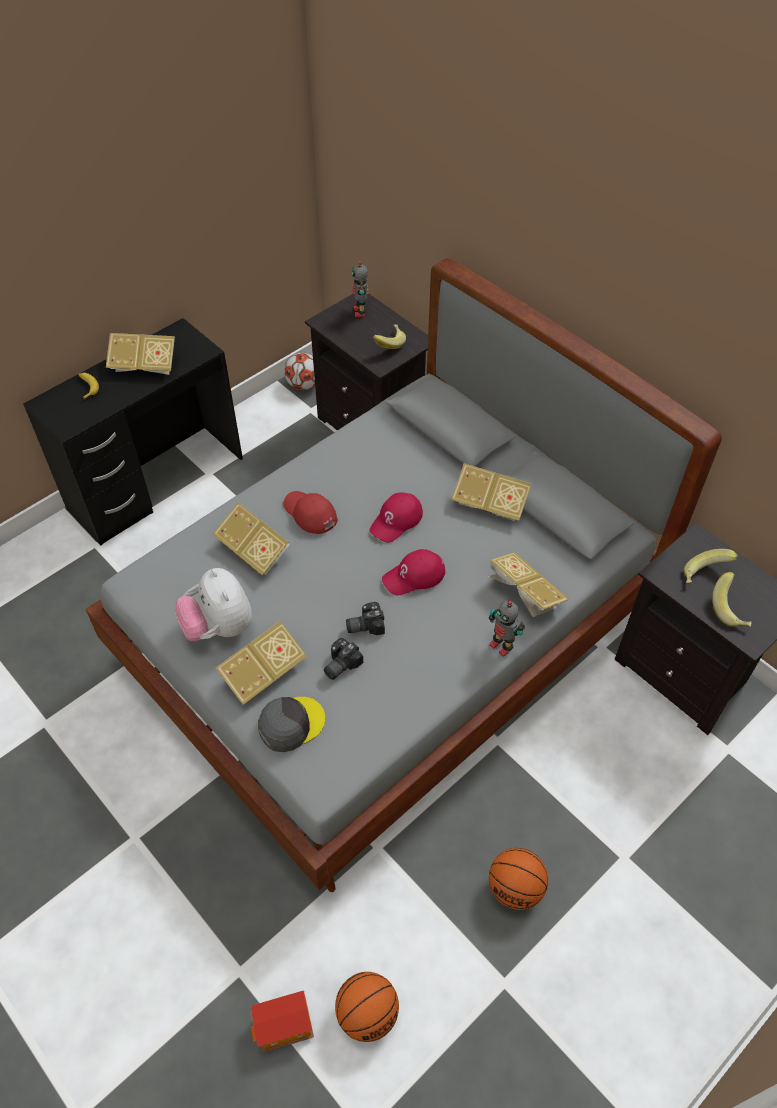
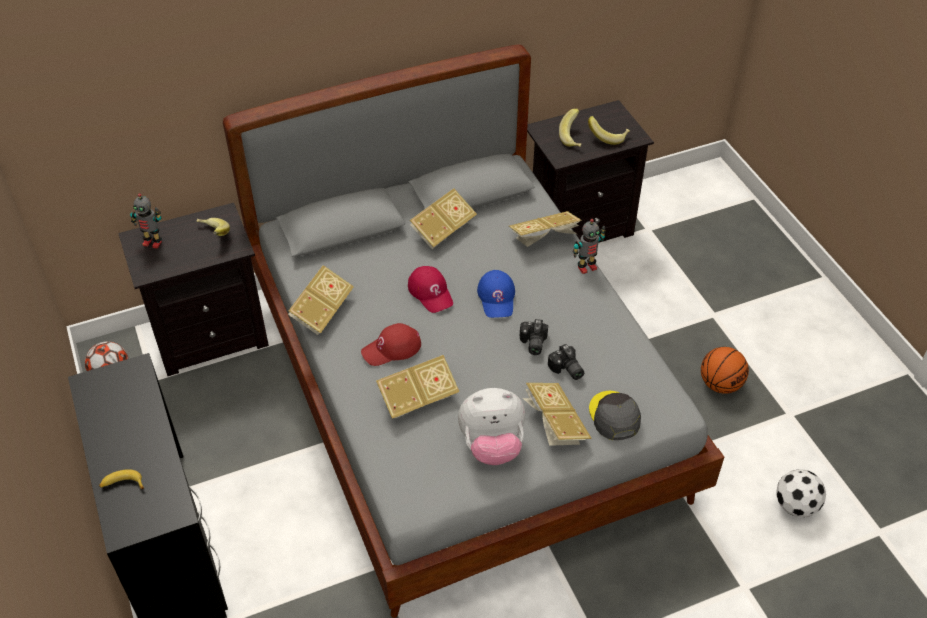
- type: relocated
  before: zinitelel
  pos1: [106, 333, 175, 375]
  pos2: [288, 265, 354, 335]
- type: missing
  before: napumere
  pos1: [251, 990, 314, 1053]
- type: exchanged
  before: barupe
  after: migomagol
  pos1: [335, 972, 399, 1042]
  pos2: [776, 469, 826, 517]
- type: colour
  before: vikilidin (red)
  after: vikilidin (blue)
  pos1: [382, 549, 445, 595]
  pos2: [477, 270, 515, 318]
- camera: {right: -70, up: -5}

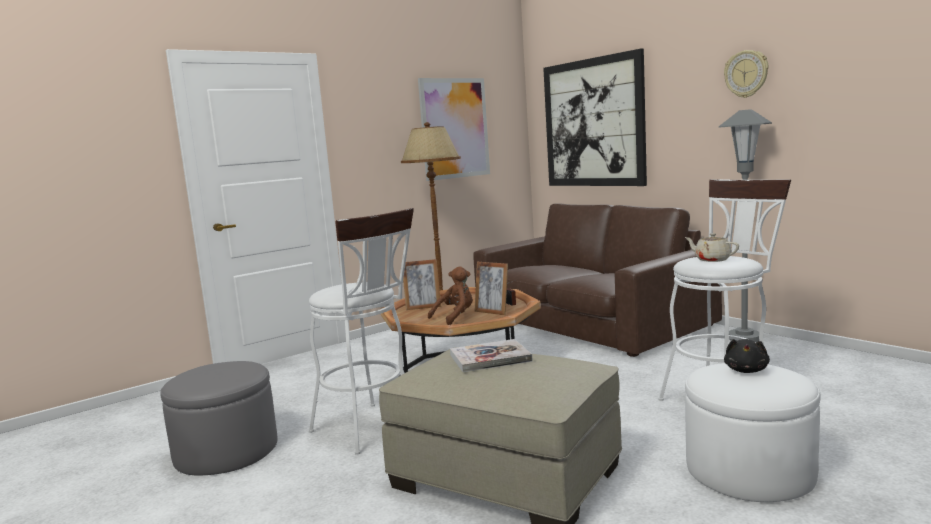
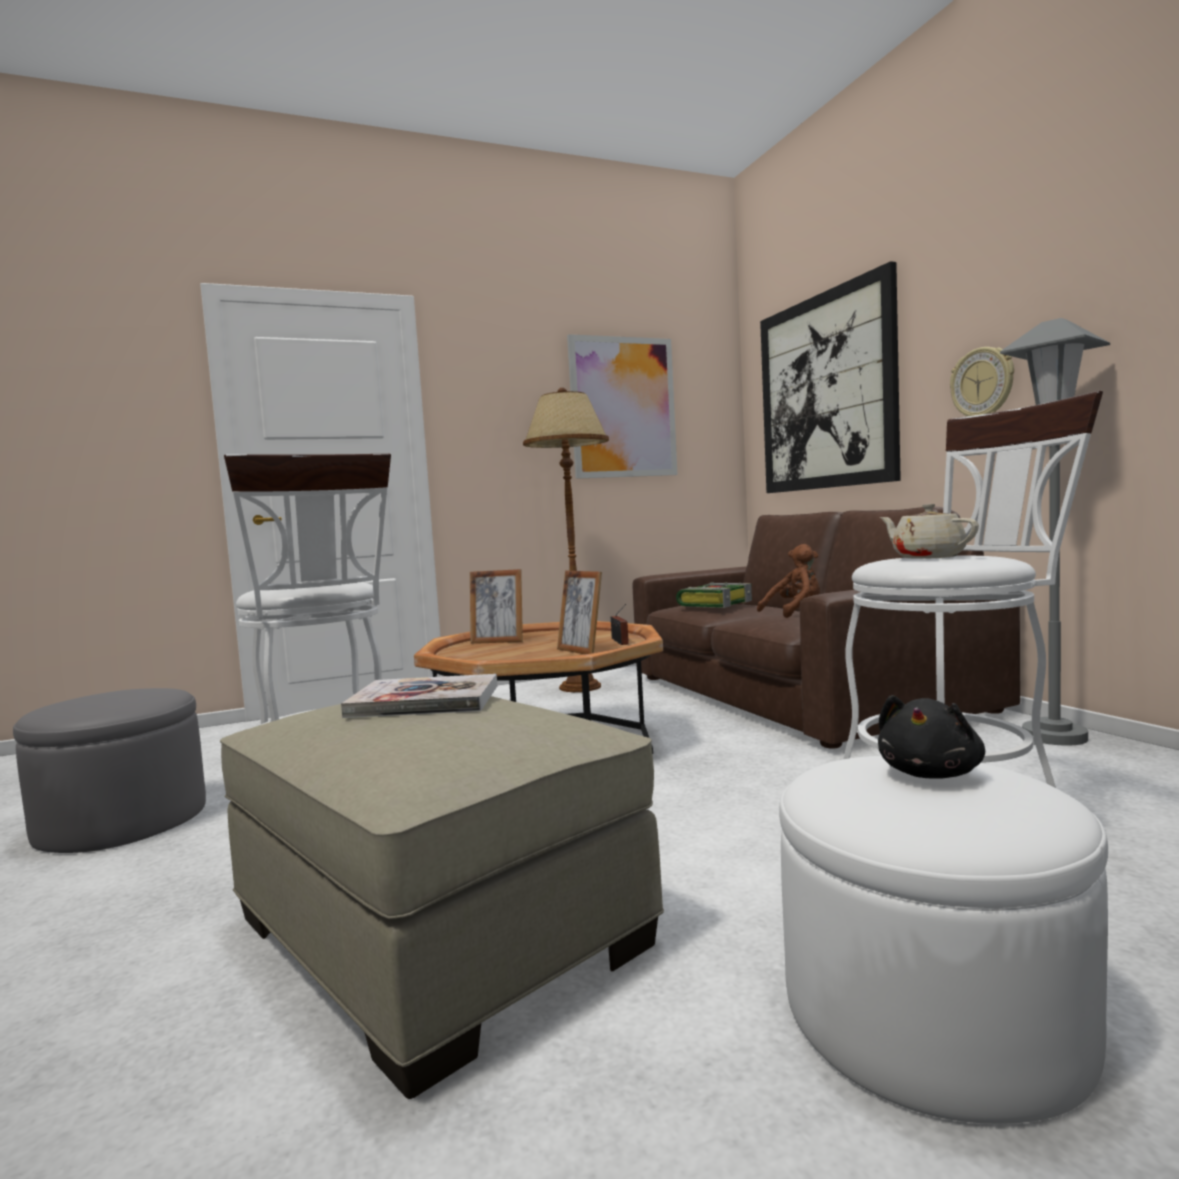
- type: relocated
  before: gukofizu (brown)
  pos1: [428, 266, 473, 325]
  pos2: [757, 544, 820, 618]
- type: relocated
  before: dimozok
  pos1: [724, 50, 769, 98]
  pos2: [950, 347, 1014, 417]
- type: appeared
  after: zinitelel
  pos2: [676, 582, 752, 608]
- camera: {right: 15, up: -5}

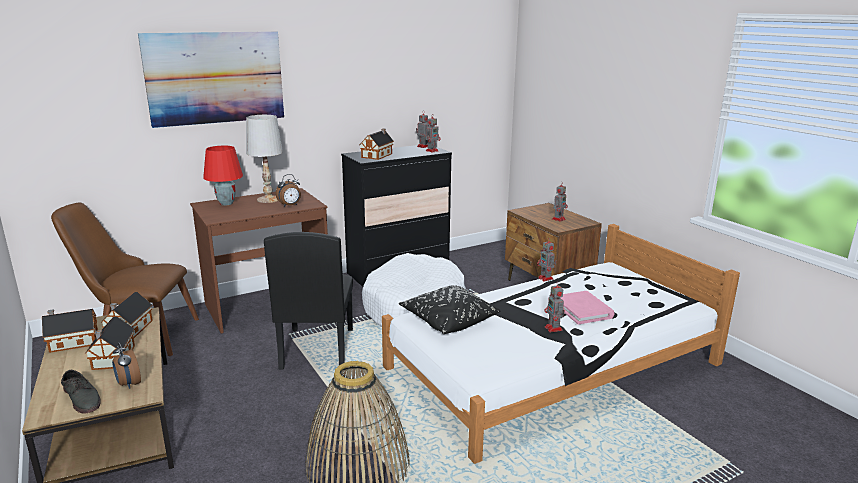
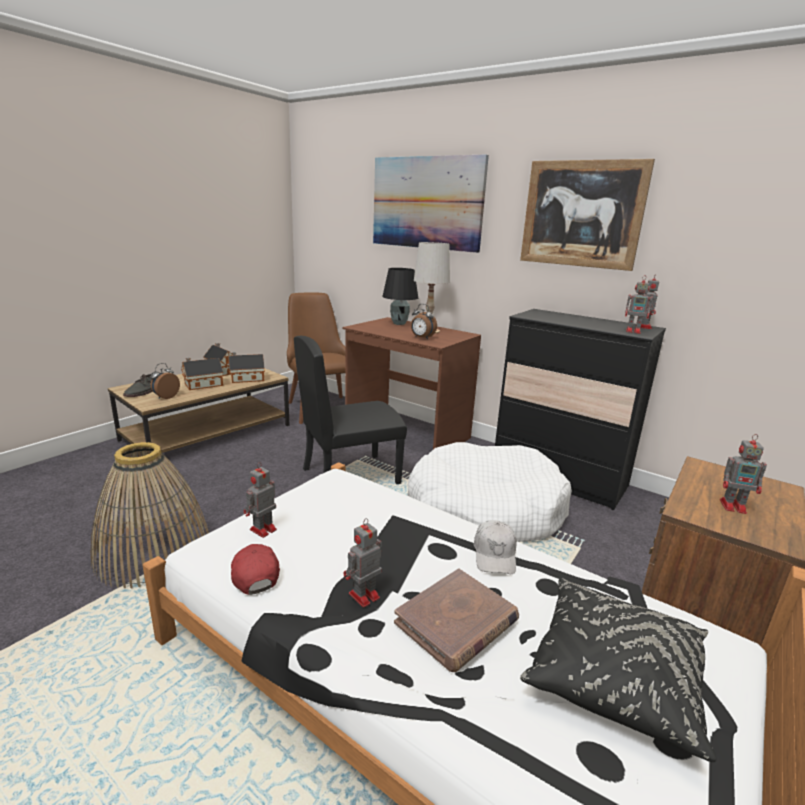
- type: colour
  before: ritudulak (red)
  after: ritudulak (black)
  pos1: [203, 146, 243, 206]
  pos2: [382, 268, 418, 325]
- type: missing
  before: napumere
  pos1: [359, 128, 394, 160]
- type: relocated
  before: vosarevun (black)
  pos1: [399, 285, 500, 334]
  pos2: [520, 578, 717, 762]
- type: relocated
  before: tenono
  pos1: [537, 238, 556, 282]
  pos2: [244, 462, 277, 538]
- type: colour
  before: zinitelel (pink)
  after: zinitelel (brown)
  pos1: [561, 291, 615, 324]
  pos2: [394, 568, 519, 672]
- type: appeared
  after: vikilidin (red)
  pos2: [231, 544, 280, 595]
- type: appeared
  after: vikilidin (white)
  pos2: [473, 520, 517, 574]
- type: appeared
  after: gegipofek
  pos2: [520, 159, 655, 271]
- camera: {right: 65, up: 0}

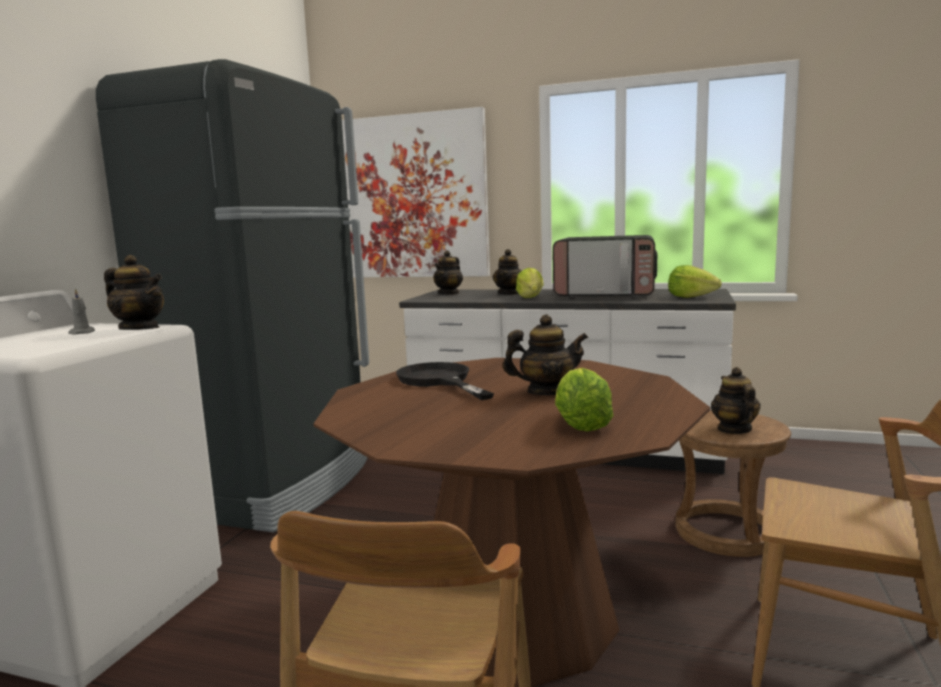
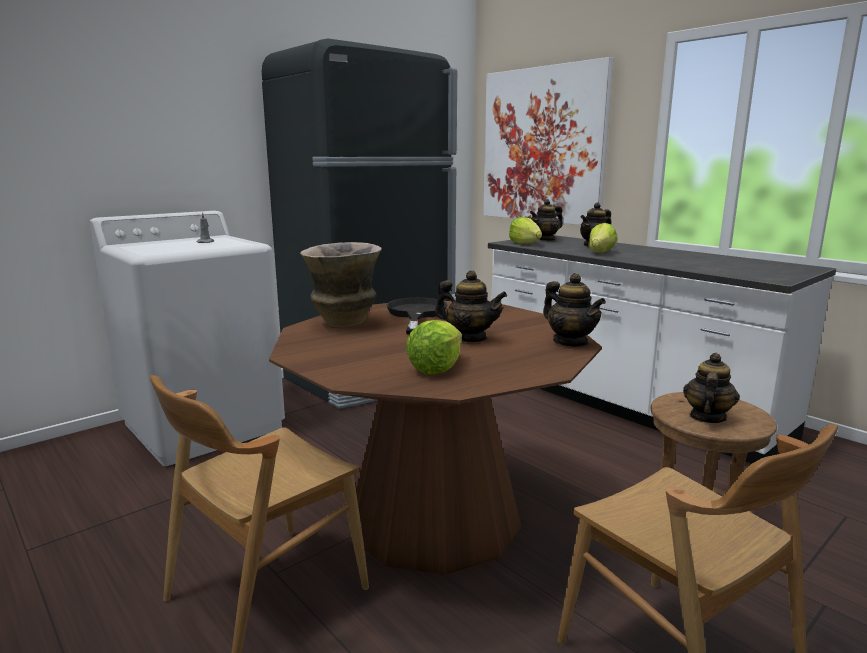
- type: relocated
  before: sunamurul
  pos1: [104, 255, 164, 330]
  pos2: [543, 273, 606, 347]
- type: missing
  before: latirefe
  pos1: [553, 235, 657, 297]
- type: relocated
  before: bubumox
  pos1: [668, 265, 722, 298]
  pos2: [509, 217, 542, 244]
- type: appeared
  after: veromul
  pos2: [300, 242, 382, 327]
- camera: {right: 30, up: 5}

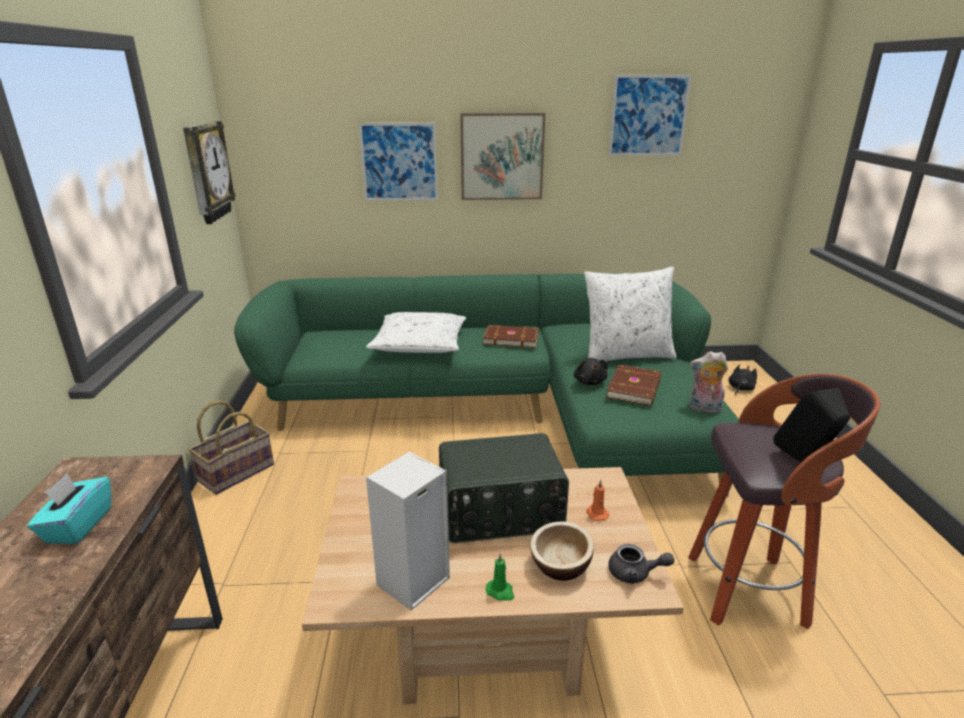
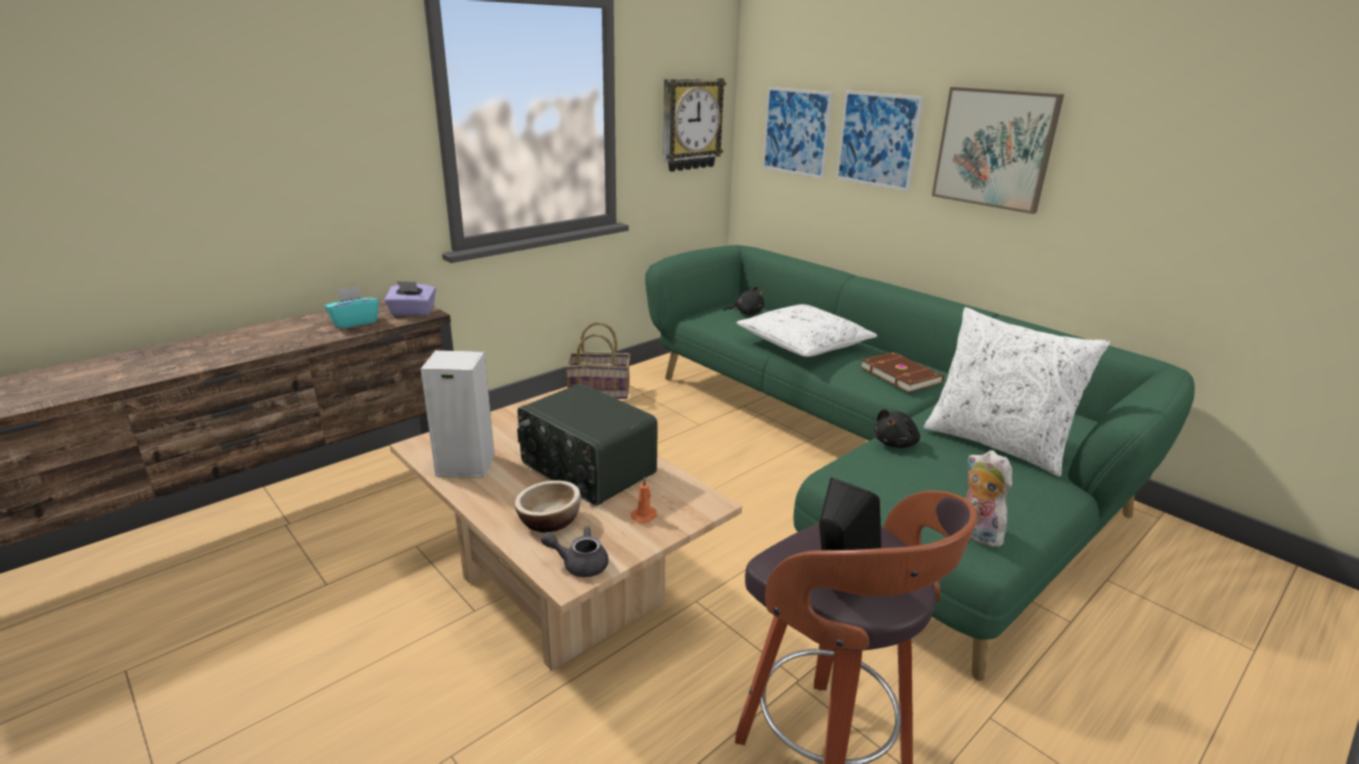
- type: missing
  before: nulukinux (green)
  pos1: [486, 553, 514, 601]
- type: missing
  before: zinitelel (brown)
  pos1: [606, 365, 661, 406]
- type: relocated
  before: gegipofek
  pos1: [608, 75, 692, 156]
  pos2: [762, 87, 833, 179]
- type: spun
  before: sunamurul (grey)
  pos1: [609, 544, 675, 584]
  pos2: [541, 525, 609, 577]
  turn: 120
- type: relocated
  before: gukofizu (black)
  pos1: [728, 364, 757, 395]
  pos2: [724, 287, 764, 315]
- type: appeared
  after: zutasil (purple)
  pos2: [384, 281, 436, 316]
- camera: {right: 50, up: 0}

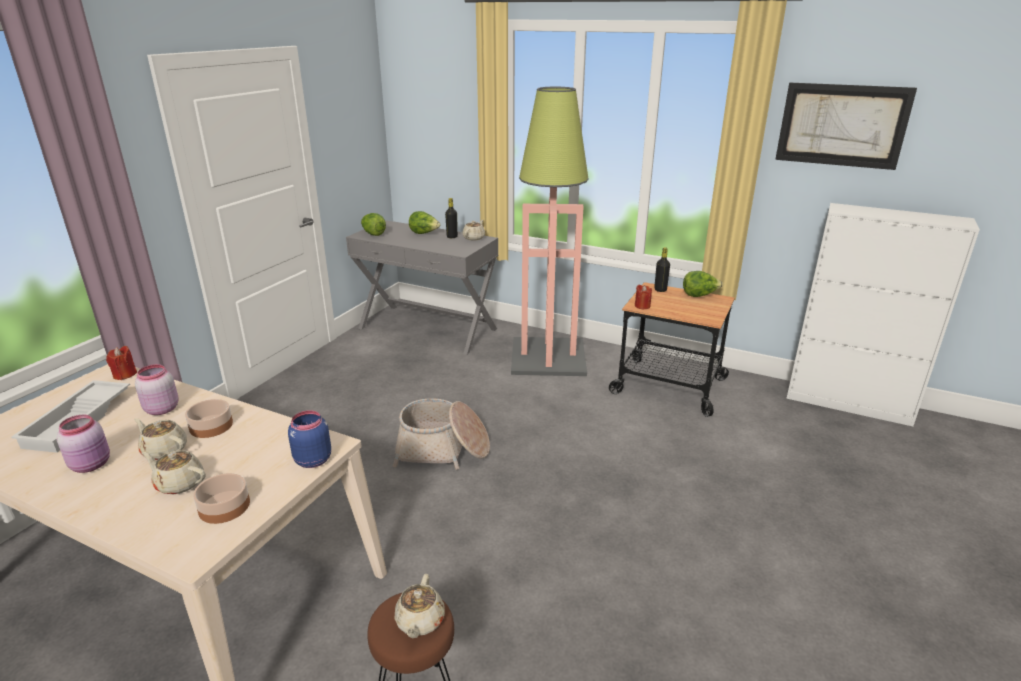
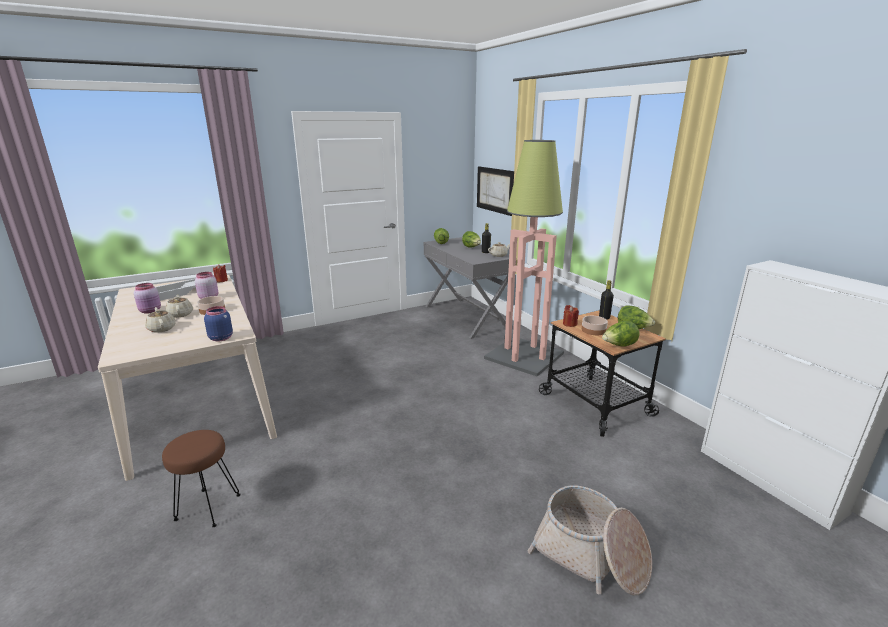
- type: relocated
  before: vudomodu
  pos1: [193, 473, 250, 524]
  pos2: [582, 316, 608, 335]
- type: relocated
  before: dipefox
  pos1: [393, 398, 490, 470]
  pos2: [528, 486, 652, 595]
- type: missing
  before: sunamurul (beige)
  pos1: [394, 574, 445, 638]
- type: relocated
  before: gegipofek
  pos1: [775, 83, 917, 170]
  pos2: [477, 166, 514, 216]
- type: appeared
  after: bubumox
  pos2: [602, 321, 639, 347]
- camera: {right: 35, up: -5}

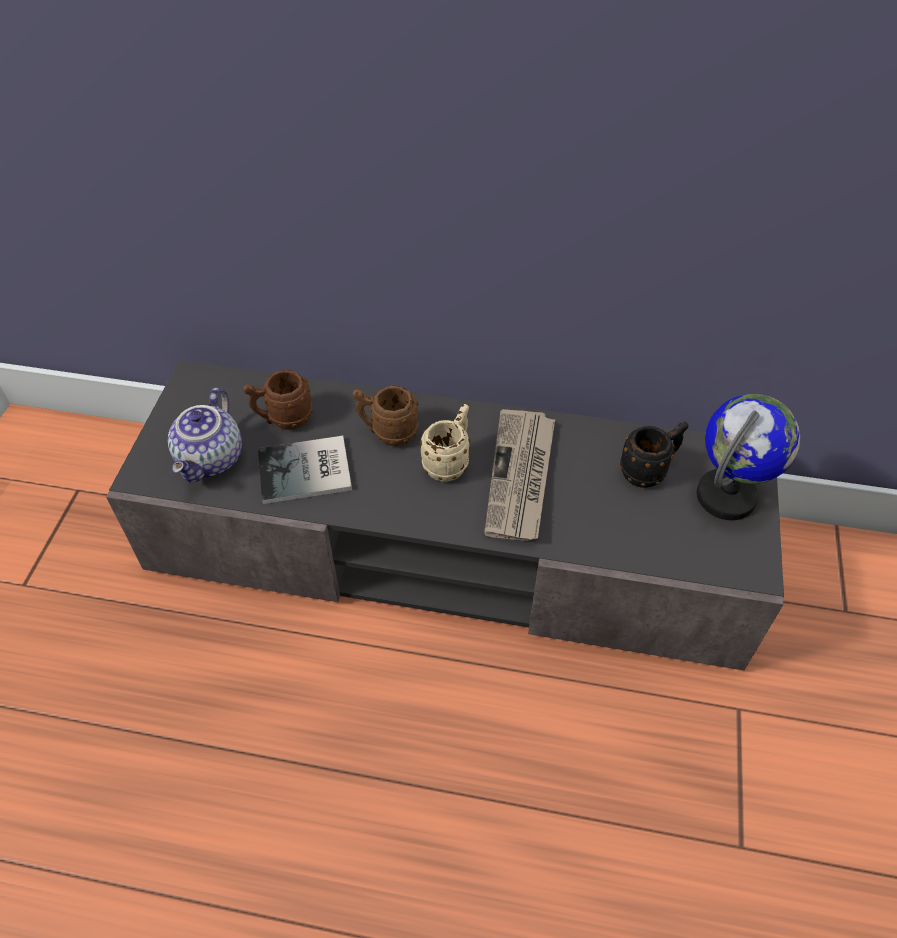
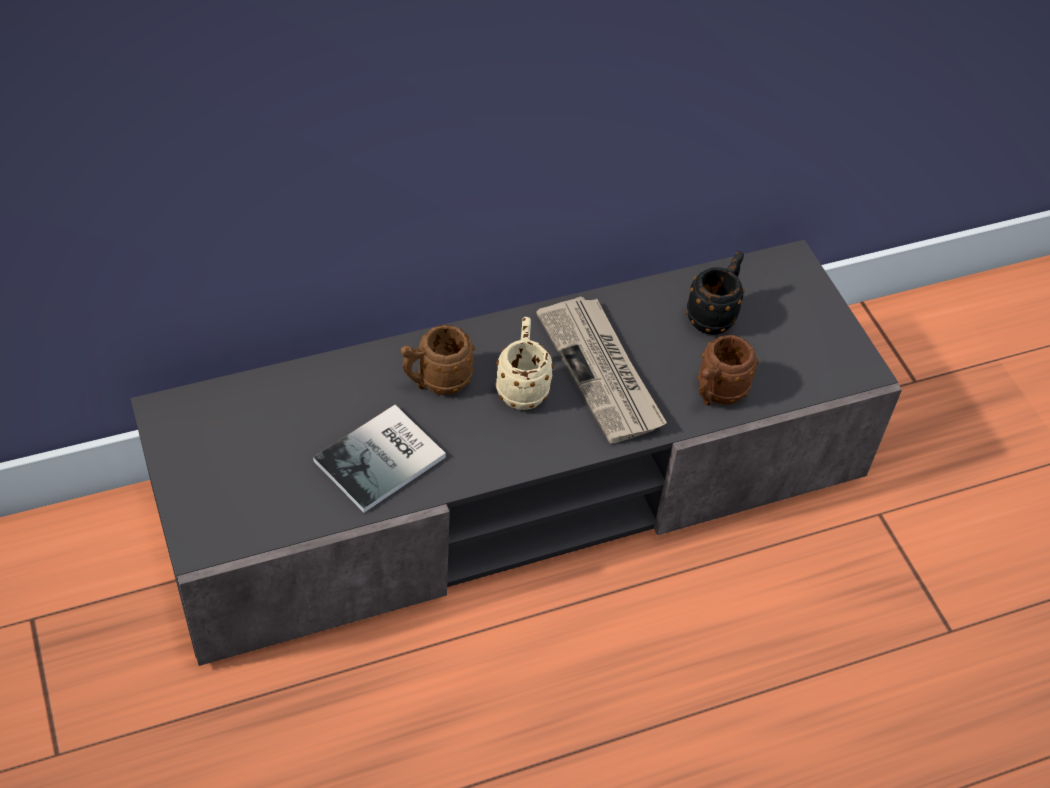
- type: missing
  before: sunamurul
  pos1: [168, 387, 242, 482]
- type: relocated
  before: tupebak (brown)
  pos1: [243, 370, 313, 430]
  pos2: [698, 335, 758, 406]
- type: missing
  before: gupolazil
  pos1: [697, 394, 800, 520]
- camera: {right: -35, up: 0}

